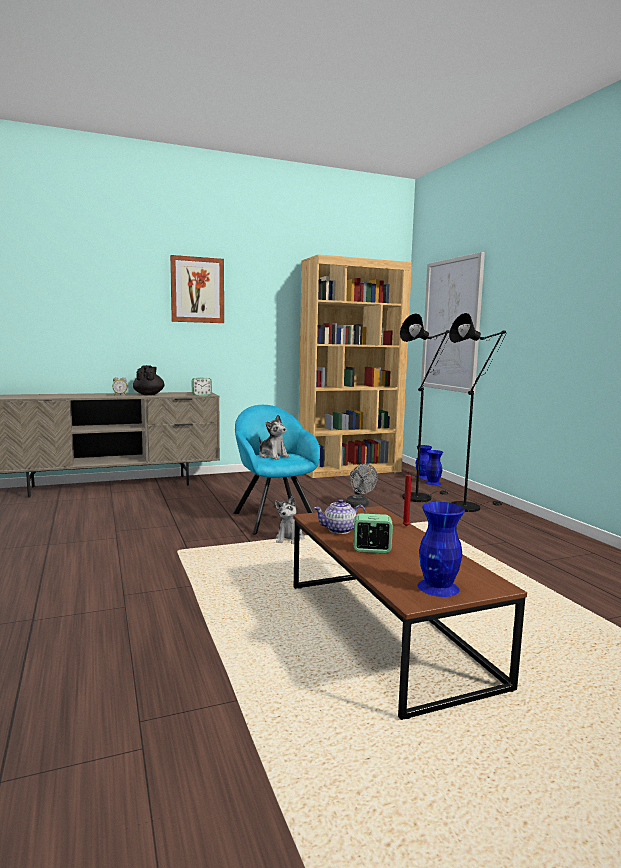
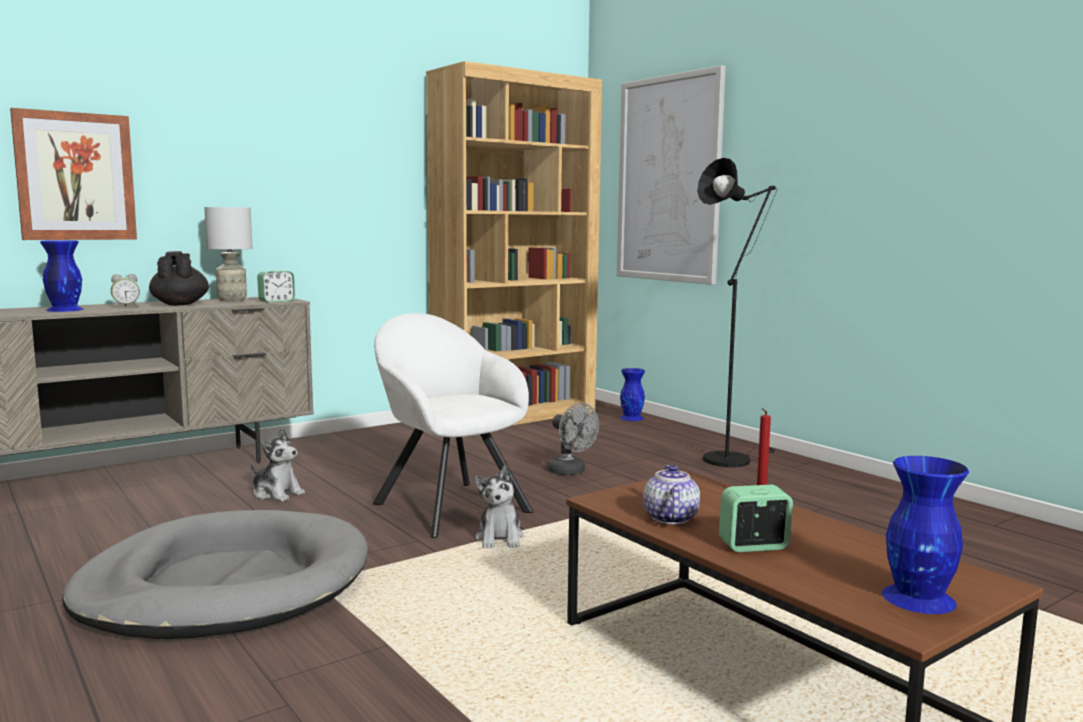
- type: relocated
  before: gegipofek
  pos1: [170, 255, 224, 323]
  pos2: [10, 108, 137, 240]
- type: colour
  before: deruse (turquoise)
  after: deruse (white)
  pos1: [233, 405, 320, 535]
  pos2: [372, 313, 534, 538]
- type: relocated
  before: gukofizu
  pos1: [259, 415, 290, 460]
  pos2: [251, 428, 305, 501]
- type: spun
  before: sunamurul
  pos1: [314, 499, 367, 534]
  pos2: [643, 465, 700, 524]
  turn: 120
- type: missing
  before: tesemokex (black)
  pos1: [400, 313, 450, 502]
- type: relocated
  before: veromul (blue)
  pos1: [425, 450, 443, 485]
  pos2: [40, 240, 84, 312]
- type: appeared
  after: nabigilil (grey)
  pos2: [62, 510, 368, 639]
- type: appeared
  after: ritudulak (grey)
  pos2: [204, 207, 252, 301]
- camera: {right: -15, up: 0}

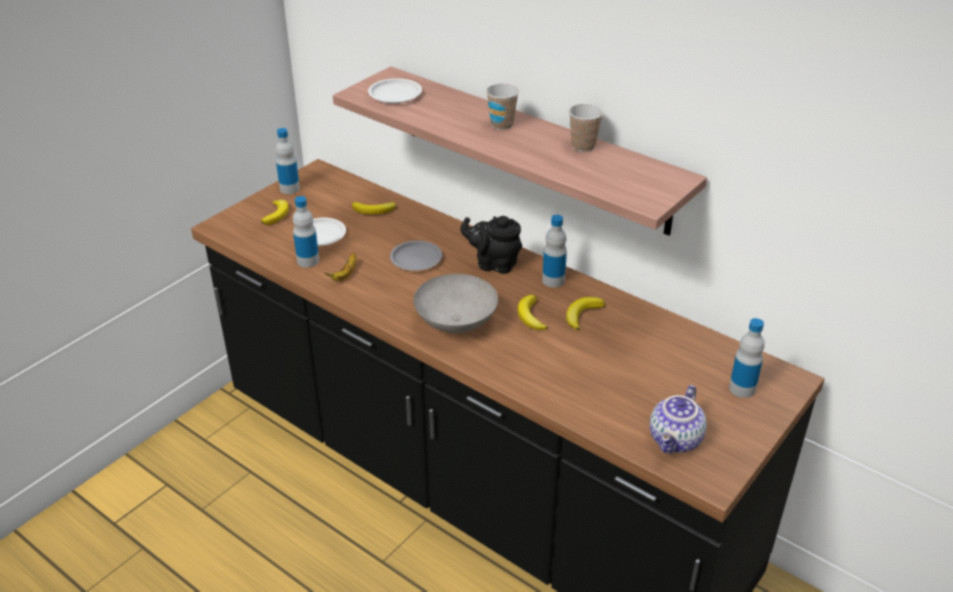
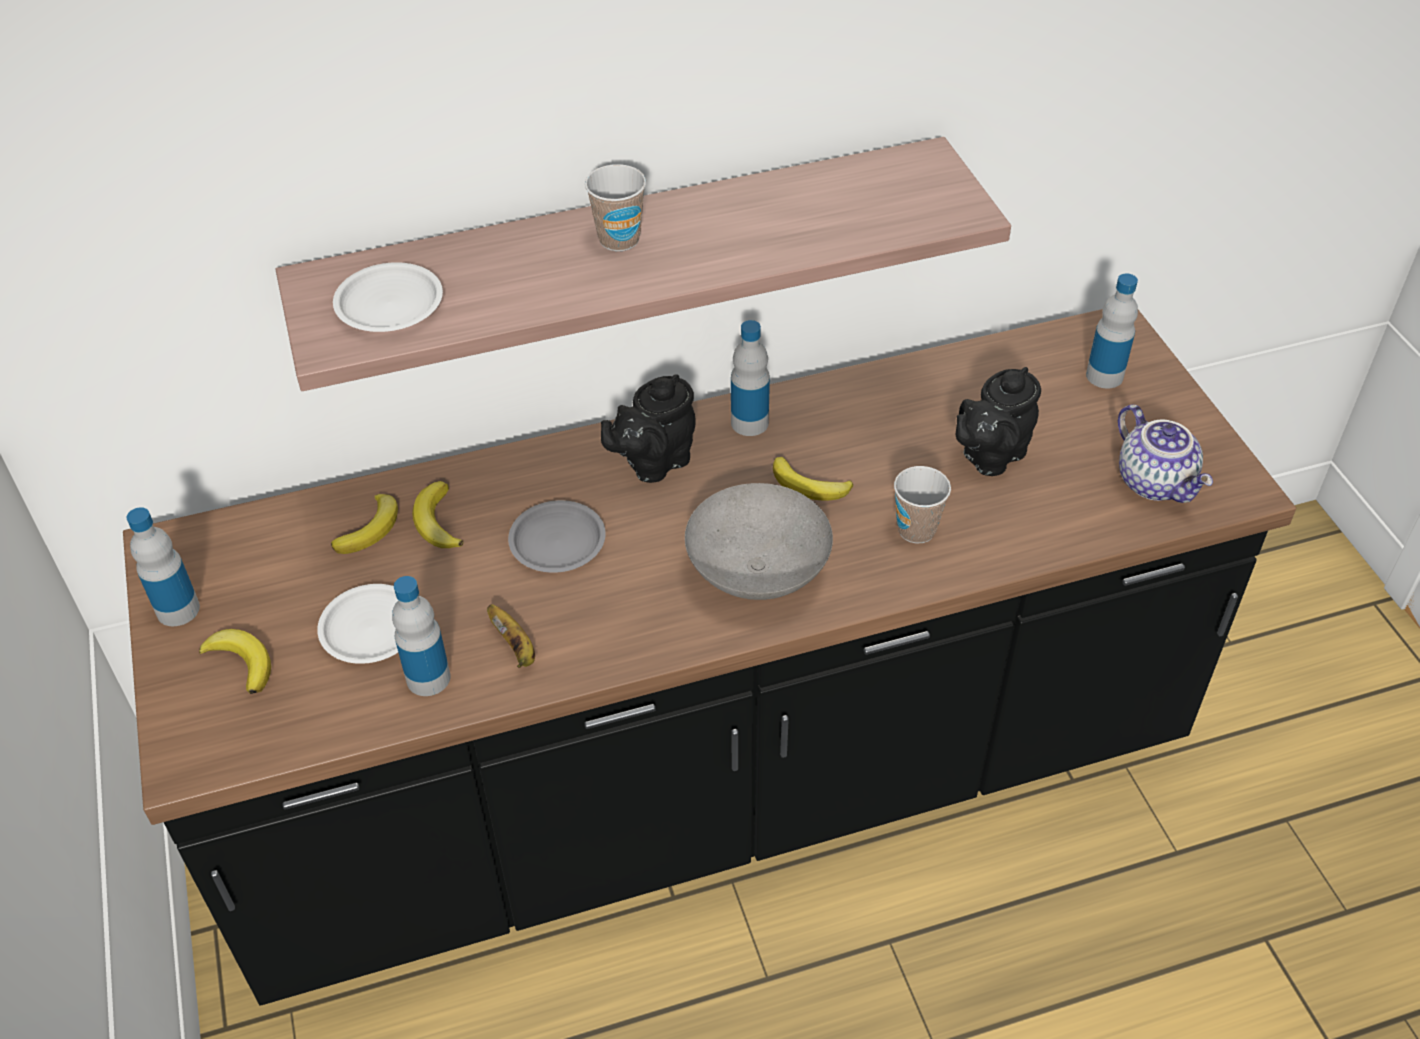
- type: relocated
  before: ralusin
  pos1: [566, 297, 605, 331]
  pos2: [412, 481, 463, 548]
- type: relocated
  before: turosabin
  pos1: [569, 103, 603, 152]
  pos2: [894, 466, 951, 544]
- type: appeared
  after: sunamurul (black)
  pos2: [956, 367, 1041, 476]
- camera: {right: -55, up: 10}

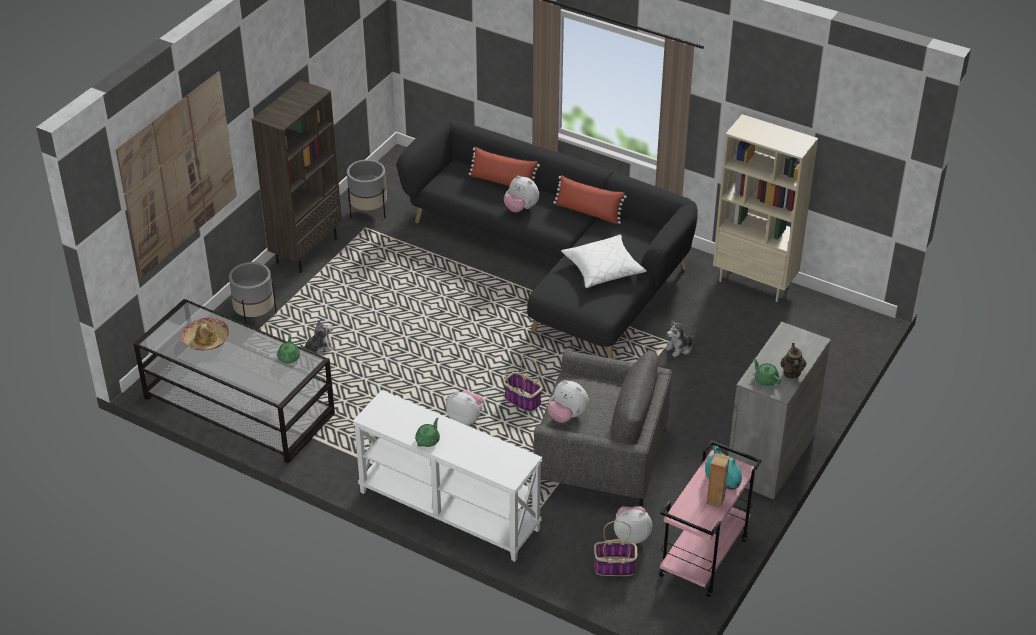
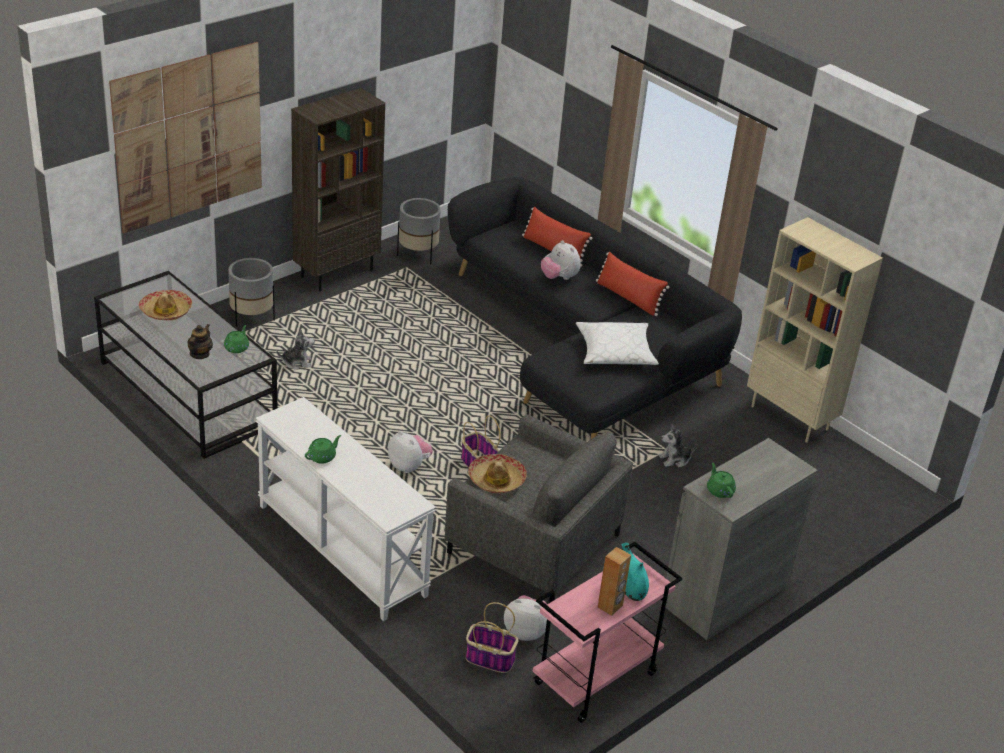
- type: exchanged
  before: gukofizu
  after: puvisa
  pos1: [548, 380, 589, 423]
  pos2: [468, 454, 527, 493]
- type: relocated
  before: sunamurul
  pos1: [780, 343, 807, 378]
  pos2: [187, 324, 213, 359]
- camera: {right: 15, up: -5}

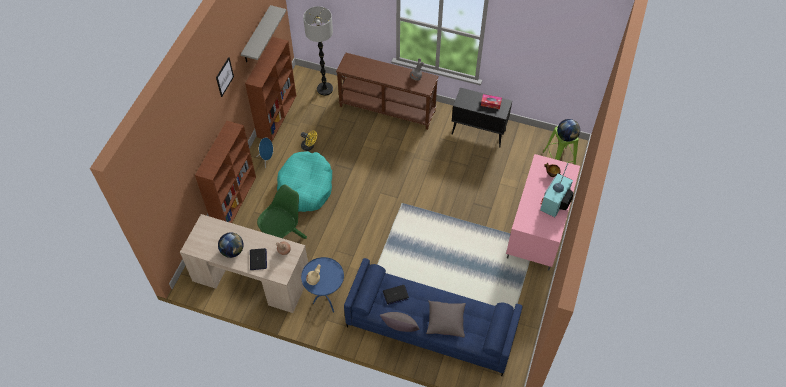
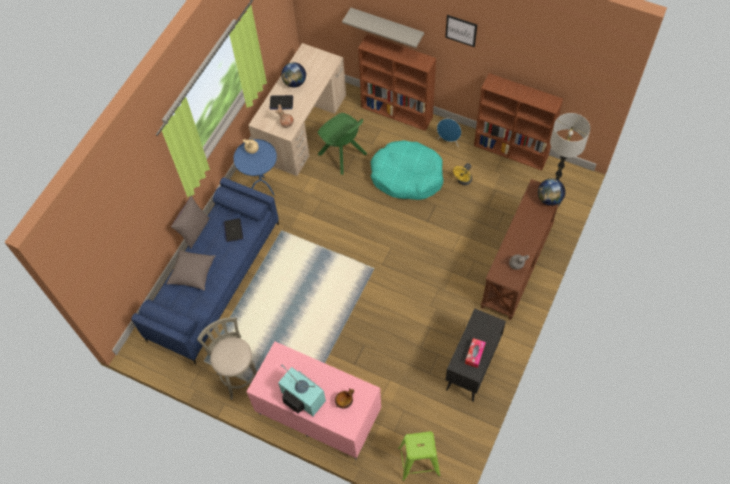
- type: relocated
  before: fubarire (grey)
  pos1: [241, 5, 287, 62]
  pos2: [342, 8, 424, 48]
- type: relocated
  before: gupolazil
  pos1: [557, 119, 580, 142]
  pos2: [538, 178, 566, 206]
- type: appeared
  after: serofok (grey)
  pos2: [197, 317, 257, 400]
- camera: {right: 100, up: 5}

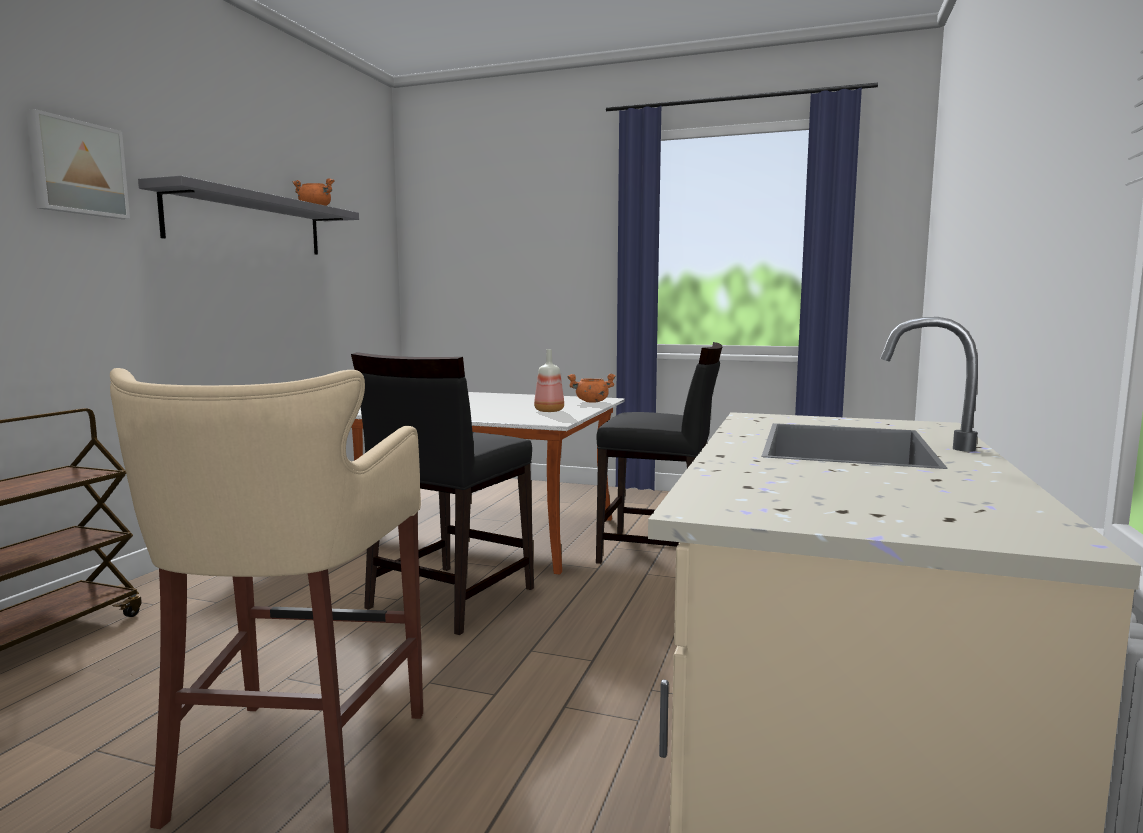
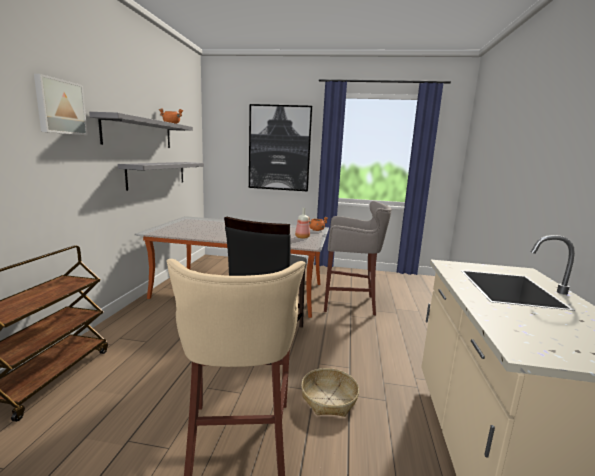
- type: exchanged
  before: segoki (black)
  after: serofok (grey)
  pos1: [596, 342, 722, 564]
  pos2: [324, 201, 392, 315]
- type: appeared
  after: fubarire (grey)
  pos2: [118, 162, 204, 191]
- type: appeared
  after: gegipofek
  pos2: [249, 104, 313, 191]
- type: appeared
  after: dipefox
  pos2: [301, 368, 359, 417]
- camera: {right: -10, up: 5}

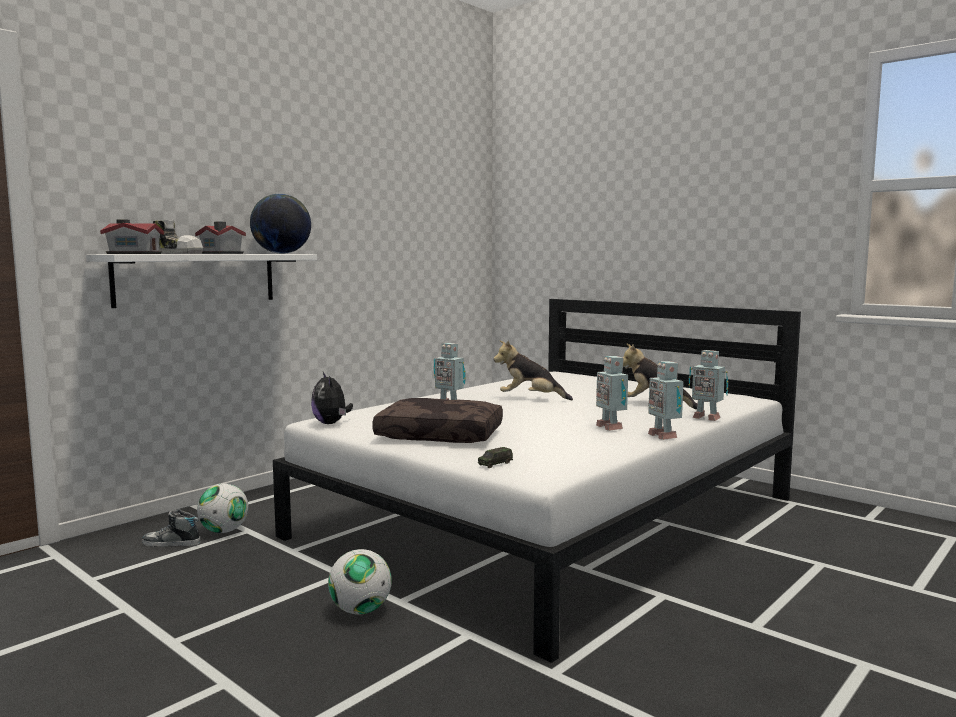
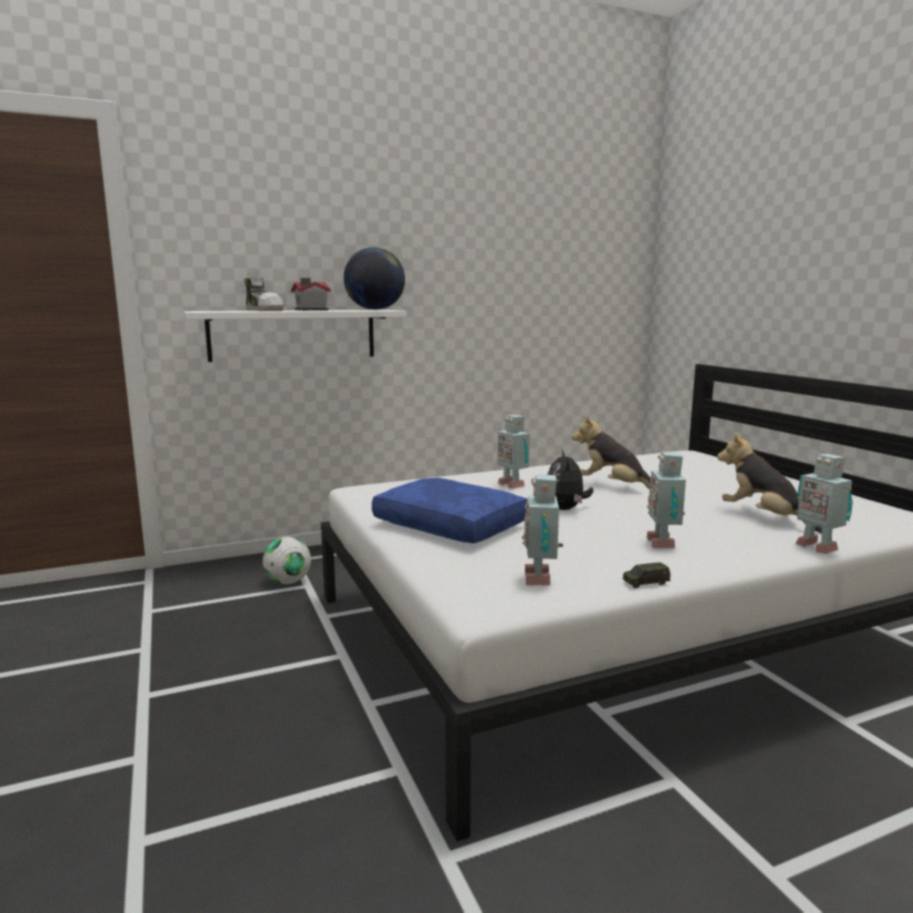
- type: missing
  before: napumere
  pos1: [100, 219, 164, 254]
- type: missing
  before: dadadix
  pos1: [142, 509, 200, 547]
- type: relocated
  before: gukofizu
  pos1: [311, 372, 353, 424]
  pos2: [547, 450, 593, 510]
- type: missing
  before: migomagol
  pos1: [328, 549, 392, 615]
- type: colour
  before: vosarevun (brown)
  after: vosarevun (blue)
  pos1: [372, 398, 503, 443]
  pos2: [372, 478, 527, 543]
- type: relocated
  before: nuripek
  pos1: [478, 447, 513, 468]
  pos2: [623, 562, 670, 588]
- type: relocated
  before: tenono
  pos1: [648, 361, 684, 440]
  pos2: [522, 474, 563, 585]
- camera: {right: 25, up: 5}

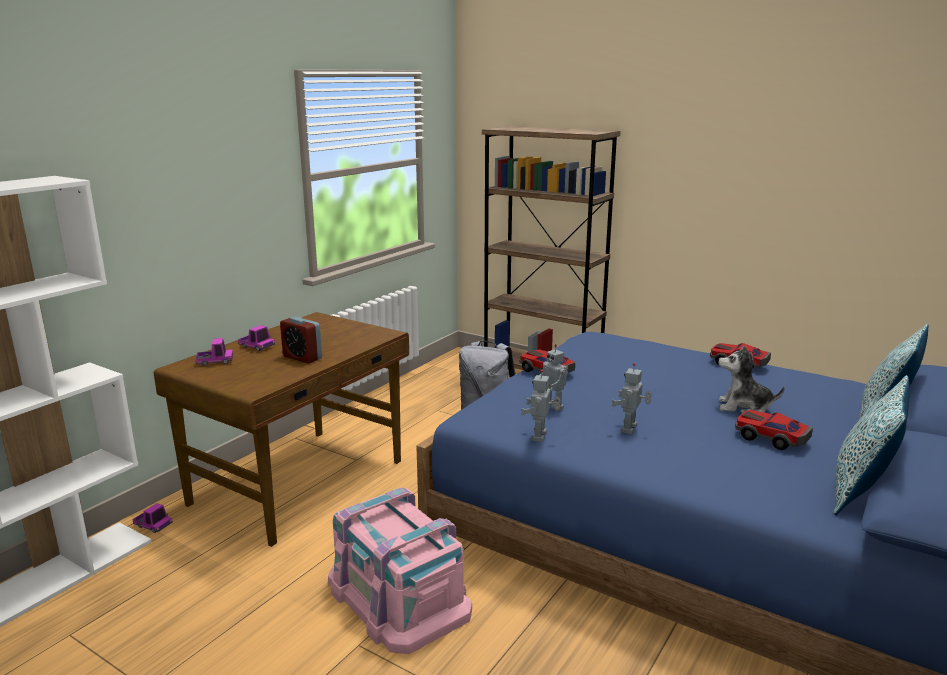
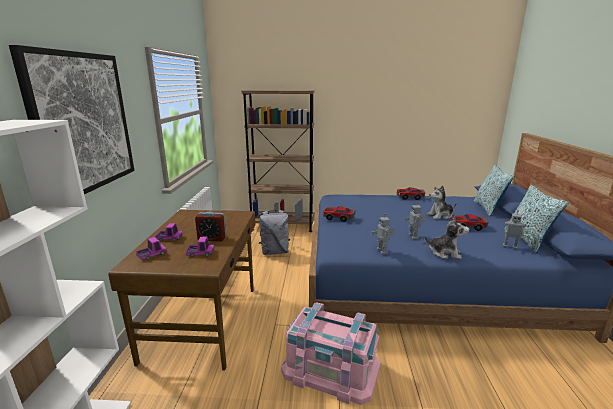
- type: relocated
  before: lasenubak
  pos1: [133, 503, 173, 533]
  pos2: [186, 237, 214, 257]
- type: relocated
  before: tenono
  pos1: [534, 344, 568, 411]
  pos2: [503, 210, 525, 250]
- type: appeared
  after: gegipofek
  pos2: [9, 45, 135, 194]
- type: appeared
  after: gukofizu
  pos2: [424, 215, 469, 259]
- camera: {right: -30, up: 0}

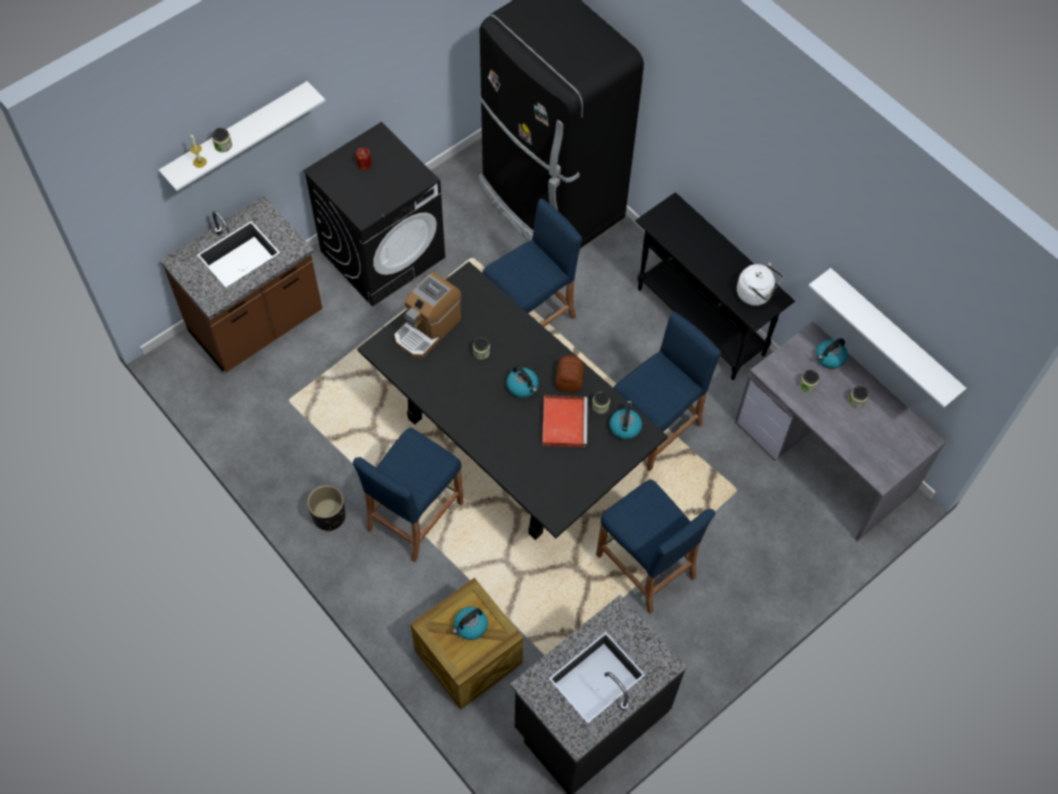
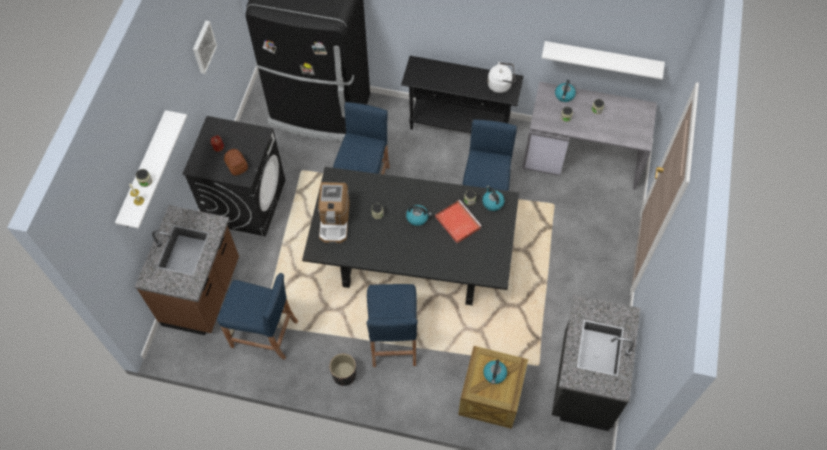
- type: relocated
  before: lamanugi
  pos1: [556, 355, 584, 392]
  pos2: [224, 149, 248, 176]
- type: relocated
  before: serofok (blue)
  pos1: [596, 479, 715, 614]
  pos2: [217, 273, 298, 360]
- type: appeared
  after: gegipofek
  pos2: [193, 21, 217, 74]
- camera: {right: -35, up: 0}

